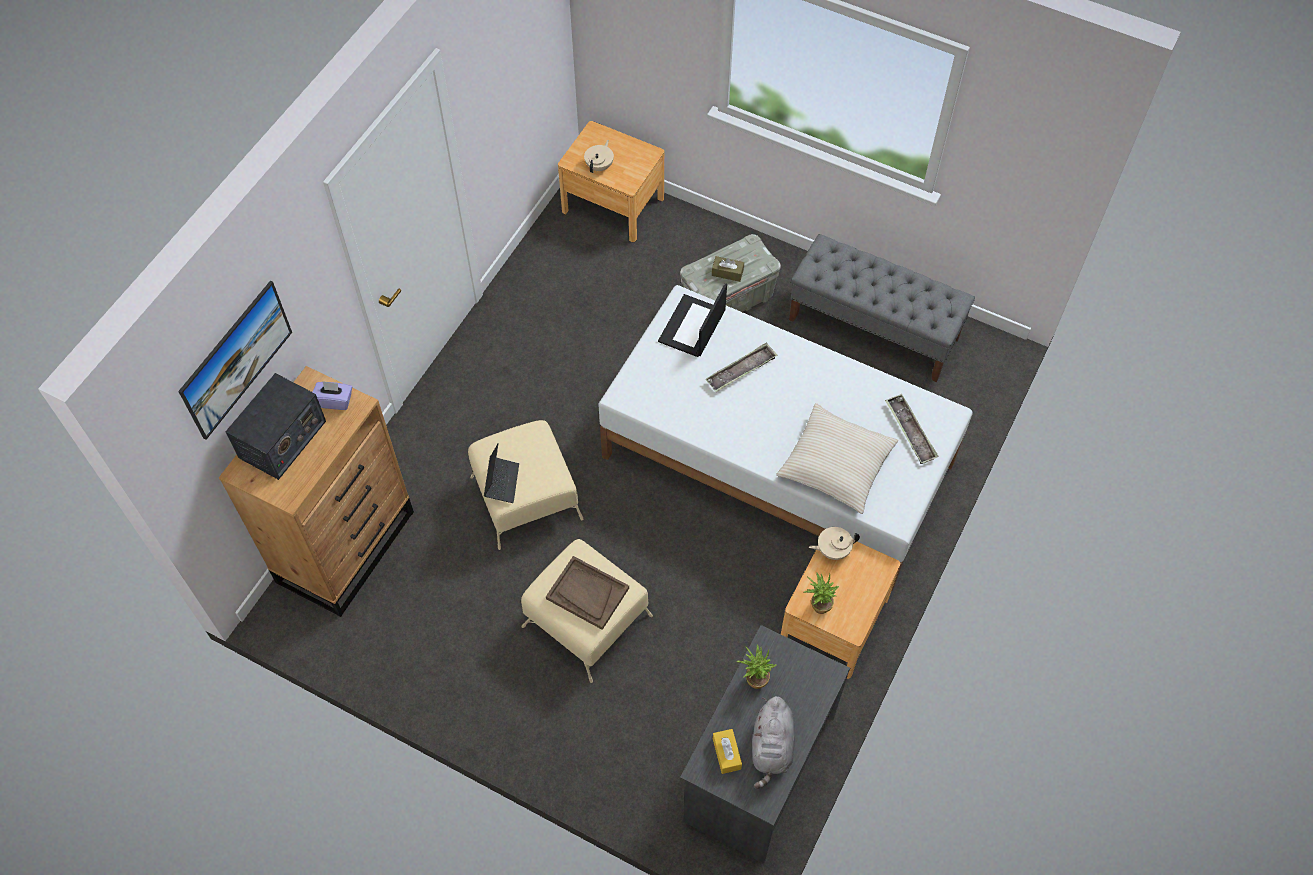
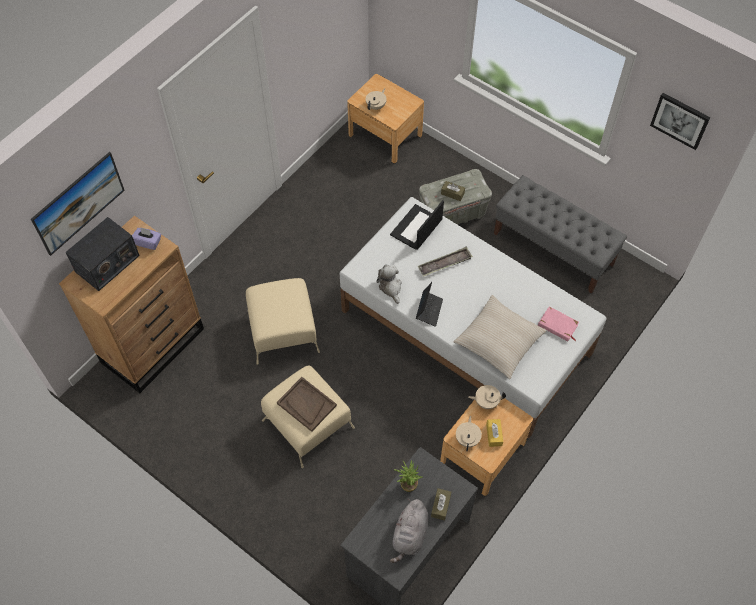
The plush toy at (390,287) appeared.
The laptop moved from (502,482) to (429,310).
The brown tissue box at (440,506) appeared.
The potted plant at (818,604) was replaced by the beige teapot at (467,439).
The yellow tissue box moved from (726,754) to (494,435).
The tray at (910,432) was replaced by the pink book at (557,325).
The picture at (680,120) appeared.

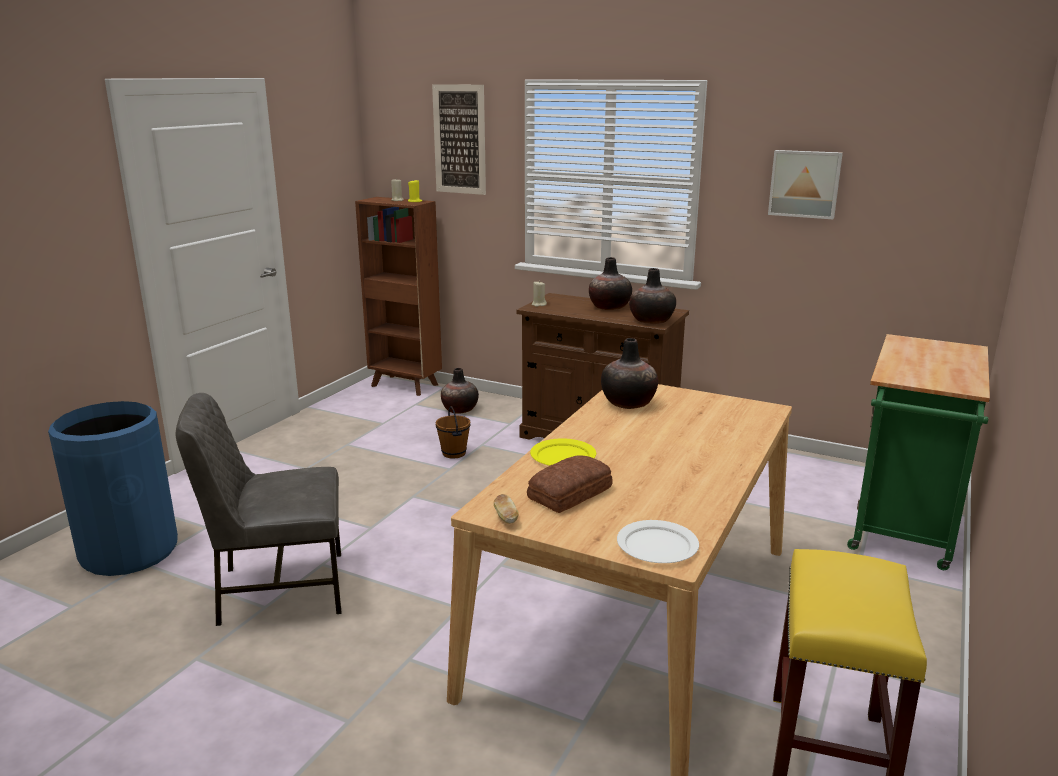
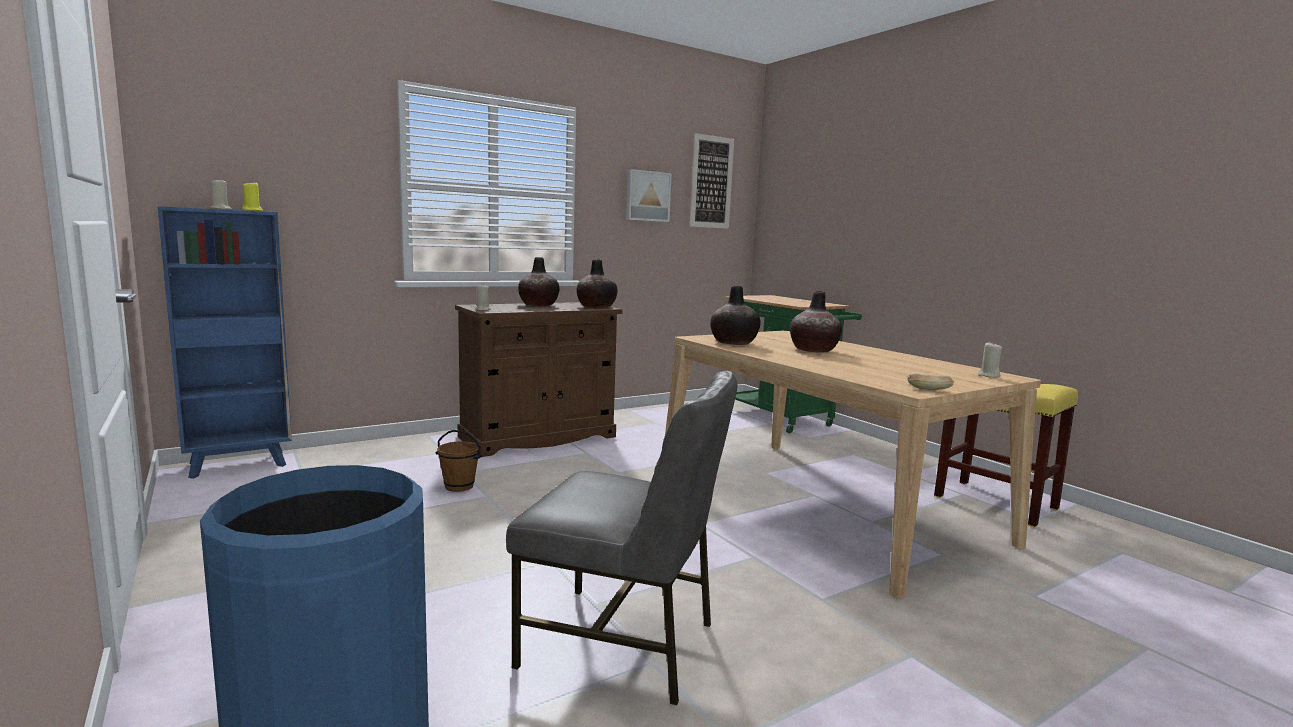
The brown bookcase at (405,386) became the blue bookcase at (240,464).
The grey chair at (279,589) turned 90 degrees counterclockwise.
The picture moved from (459,139) to (711,182).
The vase moved from (459,409) to (813,350).
The white plate at (658,545) was replaced by the beige candle at (988,376).
The bread at (572,493) disappeared.
The yellow plate at (563,456) disappeared.

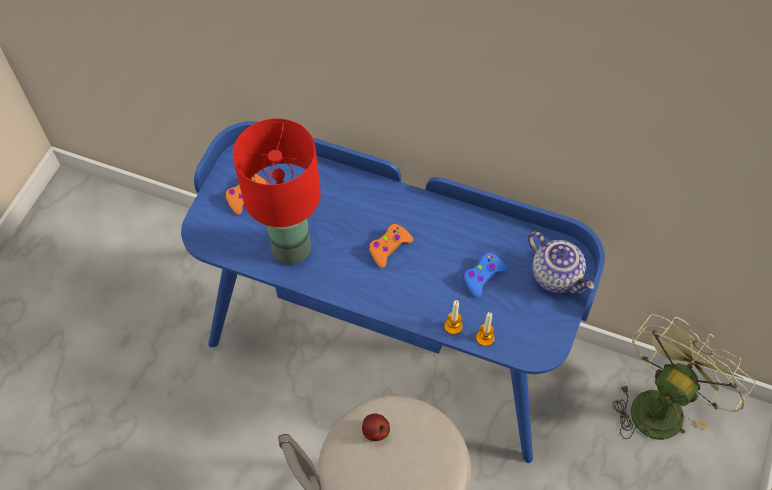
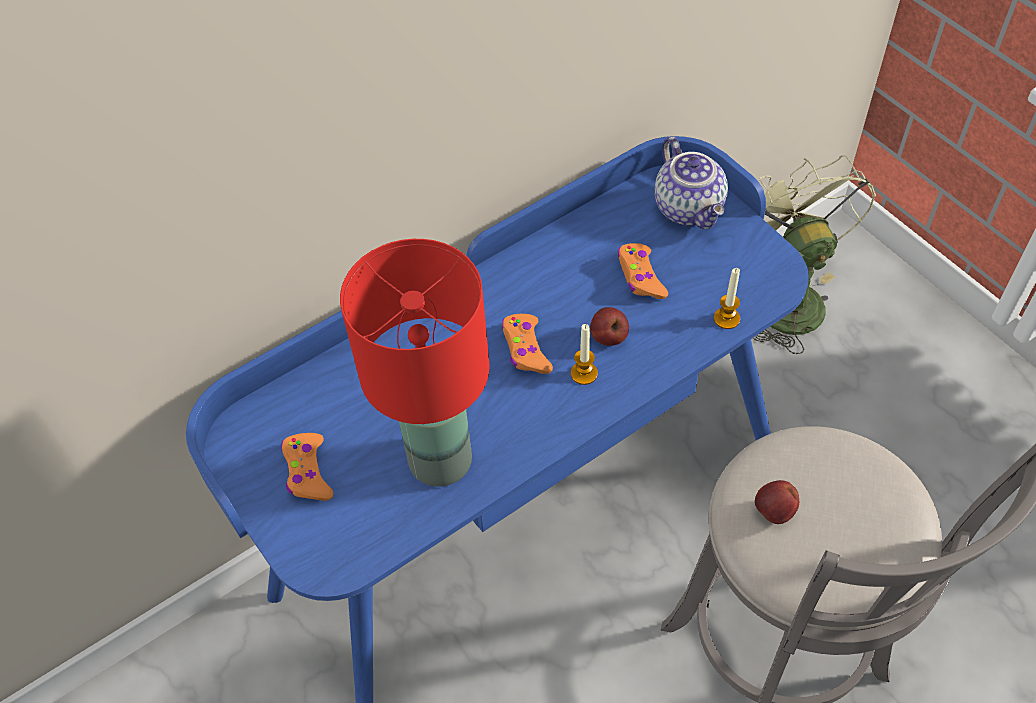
The candle moved from (453,326) to (584,373).
The apple at (608,338) appeared.
The blue game controller at (483,277) became the orange game controller at (640,277).
The teapot at (557,276) turned 75 degrees clockwise.

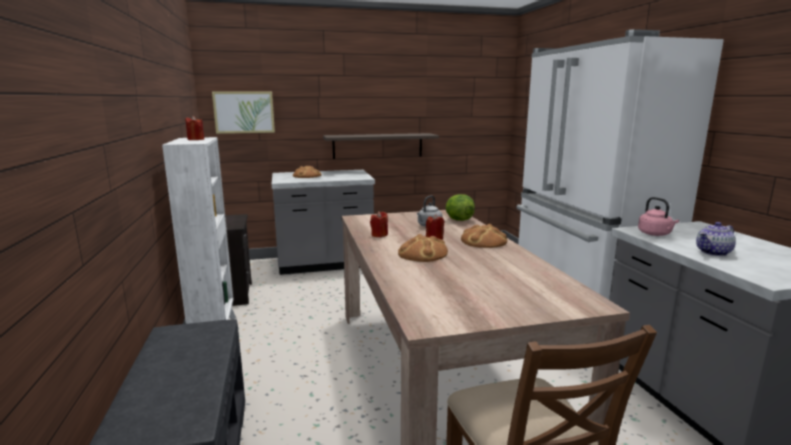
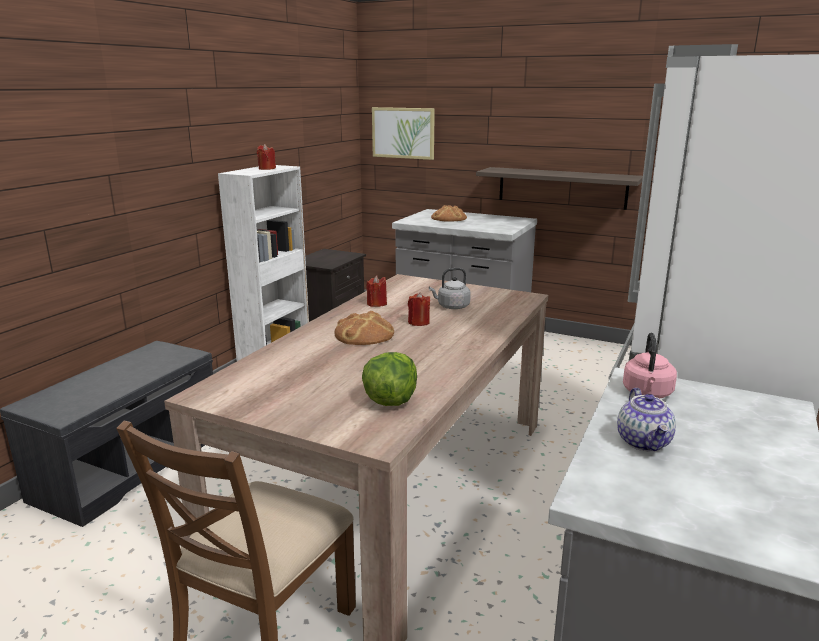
The lettuce moved from (458,220) to (390,400).
The teapot at (713,252) turned 105 degrees counterclockwise.
The bread at (484,241) disappeared.

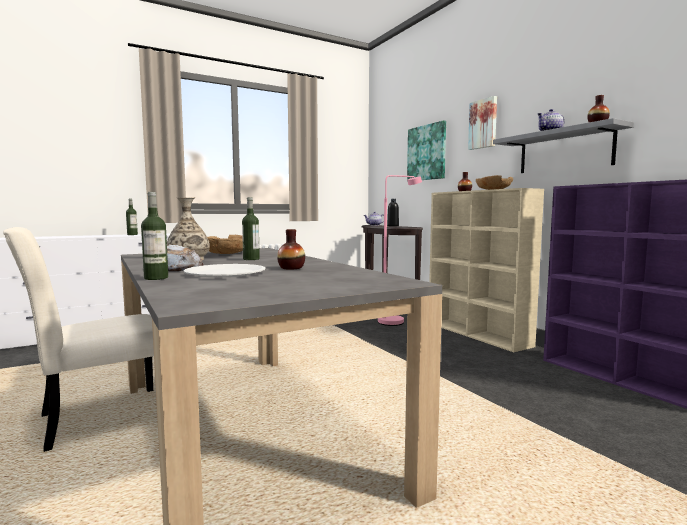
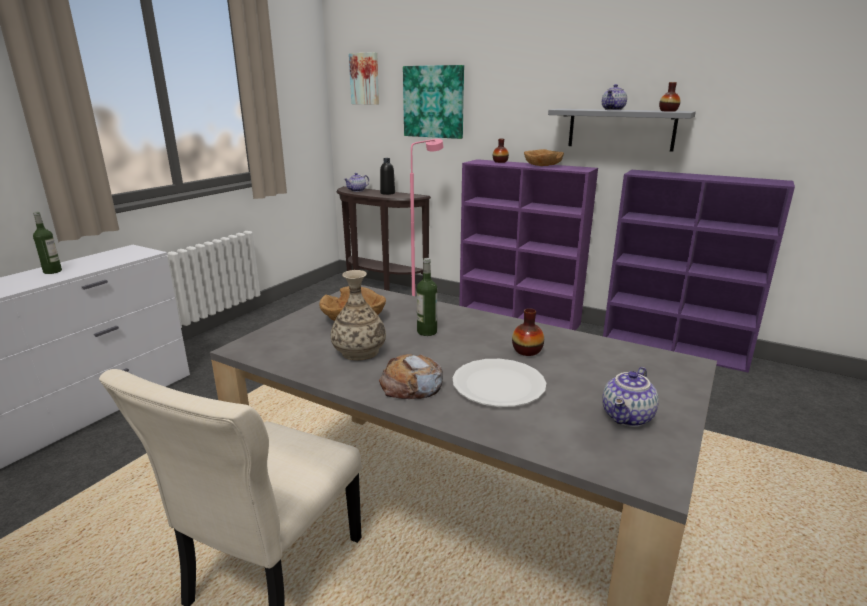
The picture moved from (483,124) to (365,79).
The beige bookcase at (477,334) became the purple bookcase at (519,317).
The teapot at (628,418) appeared.
The bottle at (156,278) disappeared.

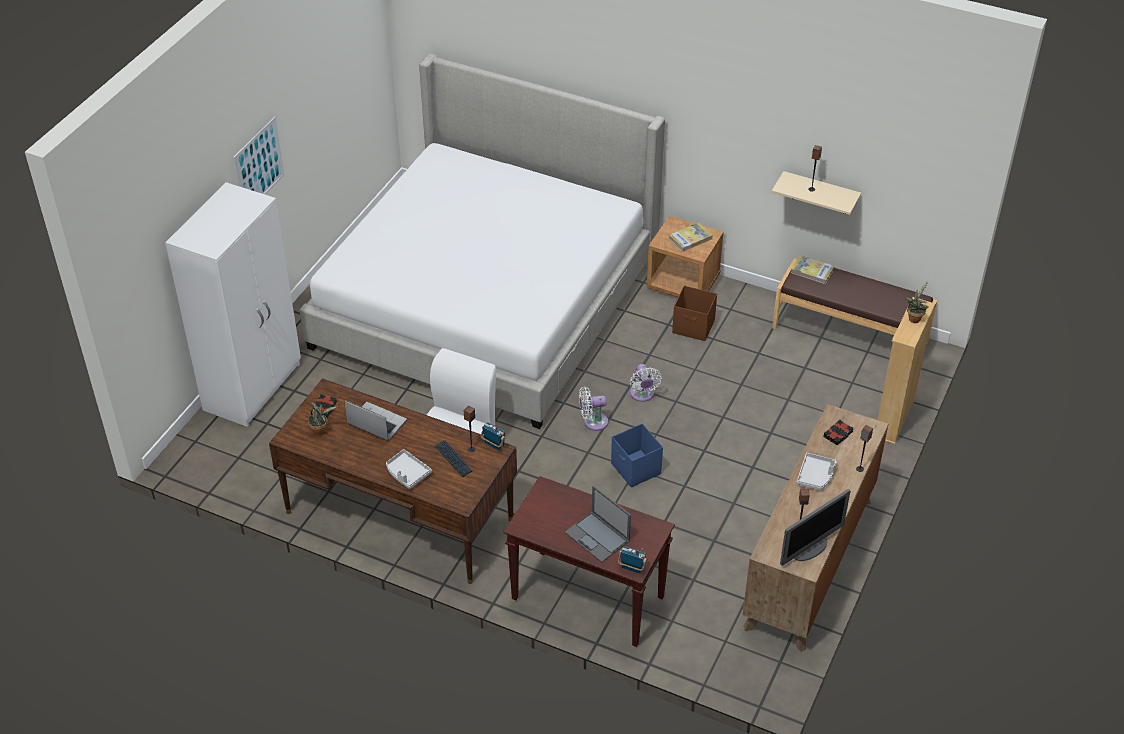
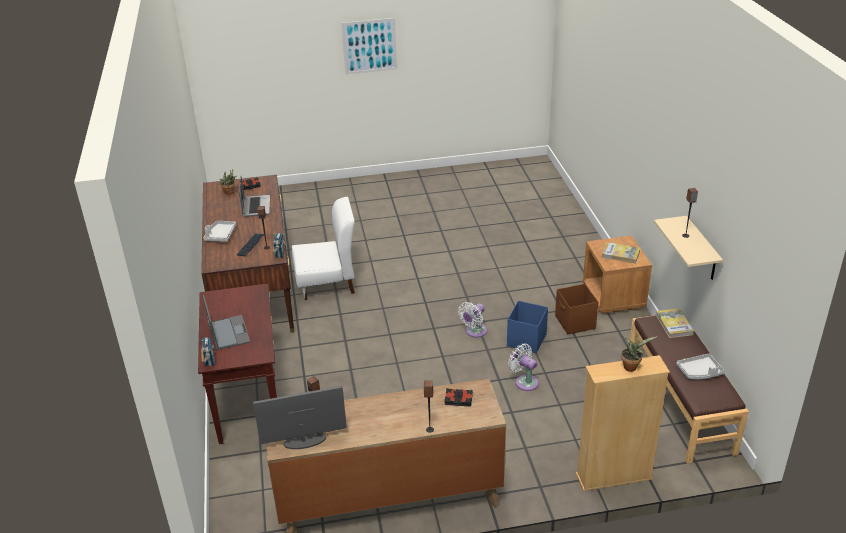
The laptop at (598,537) turned 150 degrees clockwise.
The monitor at (811,549) turned 150 degrees clockwise.
The blue storage box moved from (636,469) to (526,340).
The white fan moved from (593,422) to (524,381).
The grey tray moved from (816,476) to (699,372).
The white wardrobe at (254,387) disappeared.
The bed at (486,302) disappeared.

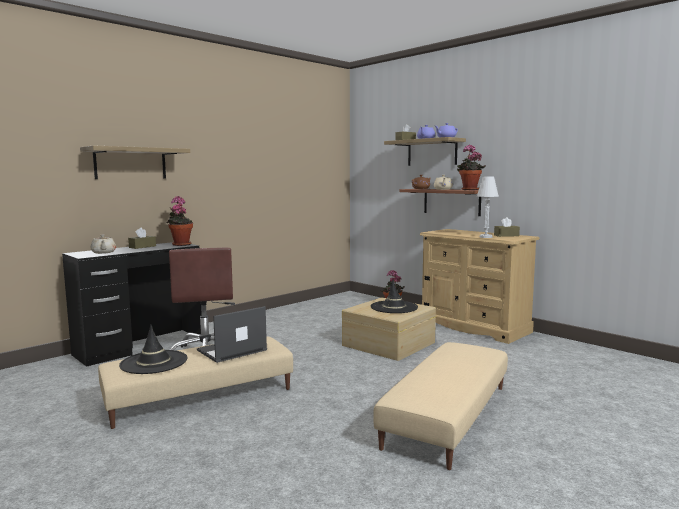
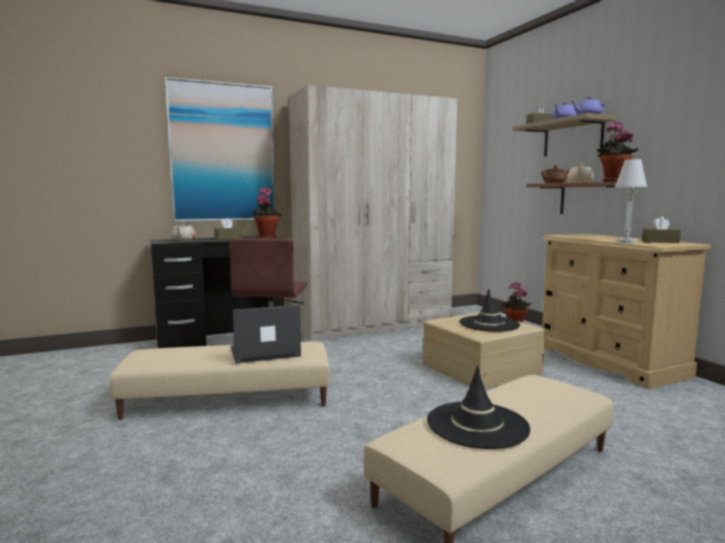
The shelf at (130,163) was replaced by the picture at (223,153).
The beige wardrobe at (373,324) appeared.
The black hat moved from (154,362) to (477,425).

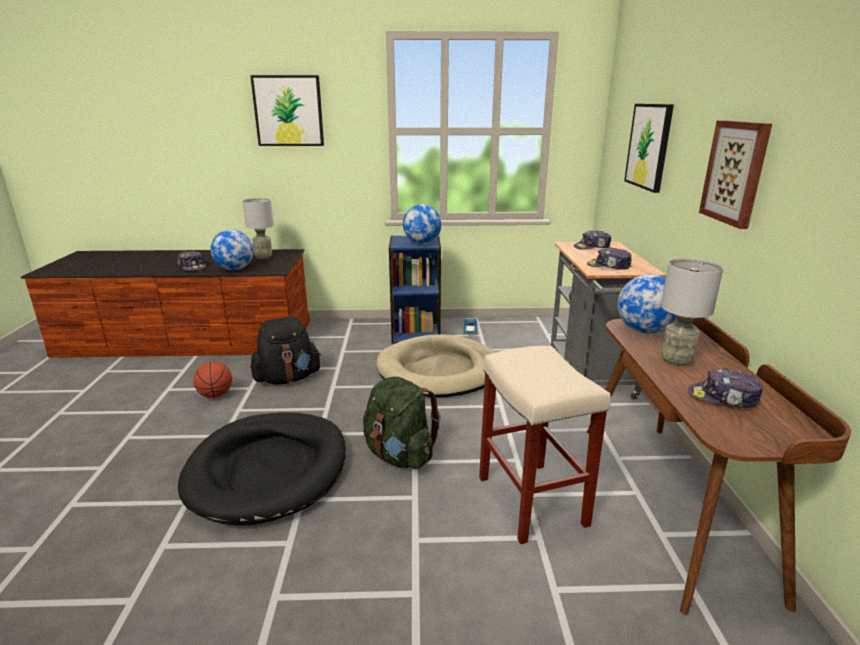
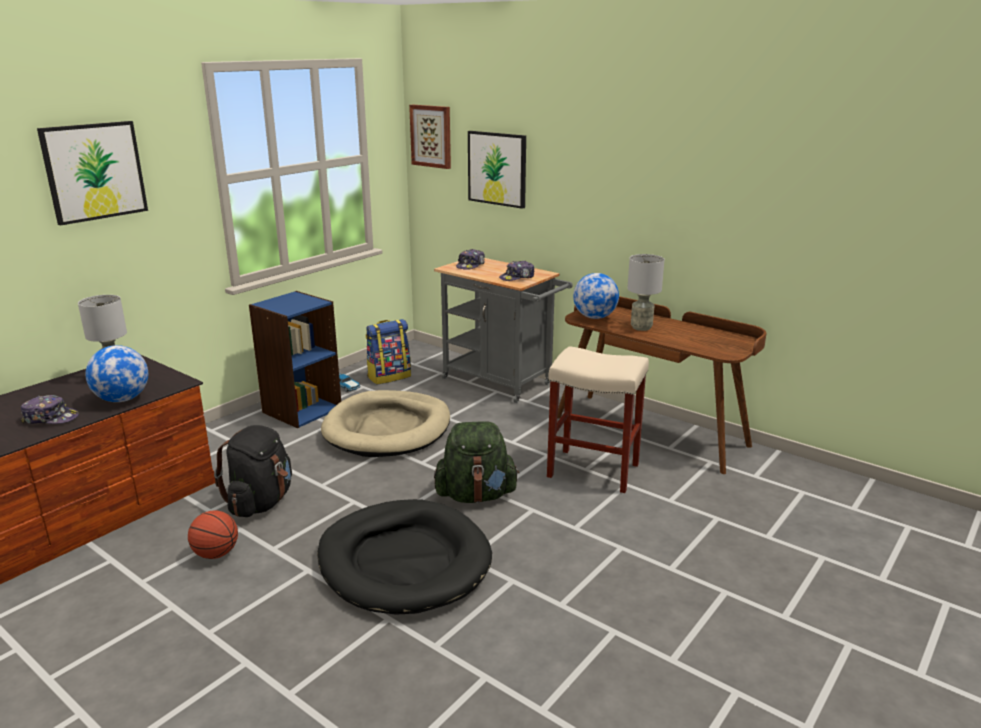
The backpack at (389,376) appeared.
The picture moved from (735,172) to (431,136).
The globe at (422,243) disappeared.
The cap at (723,398) disappeared.

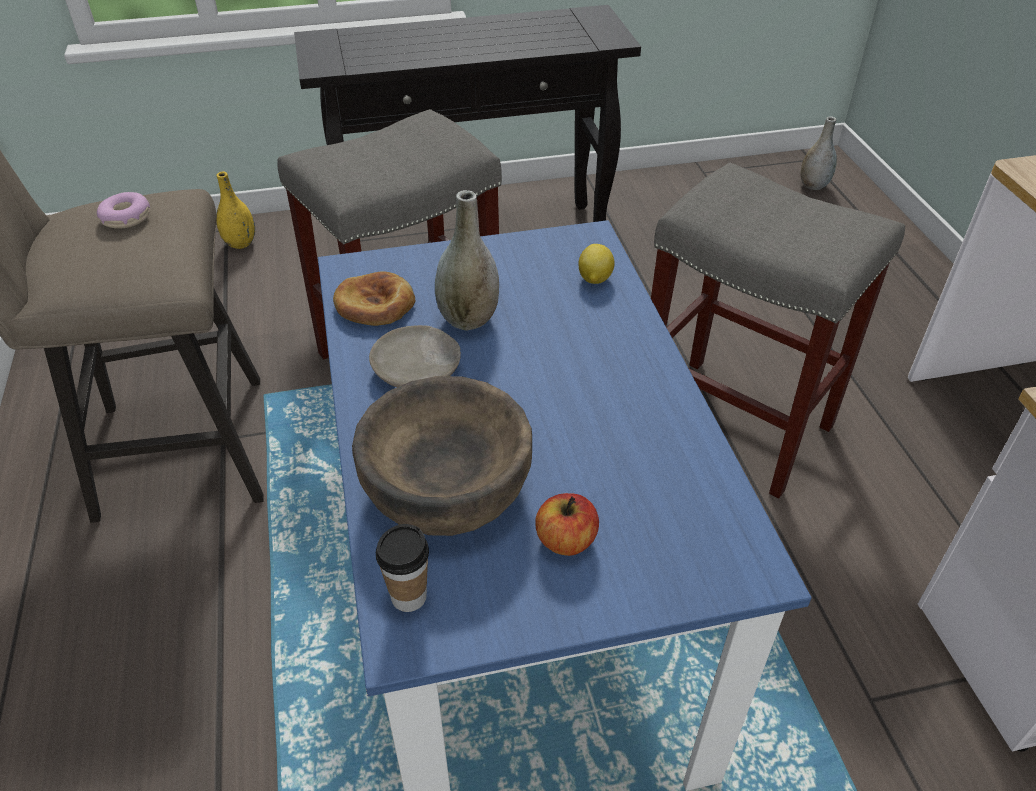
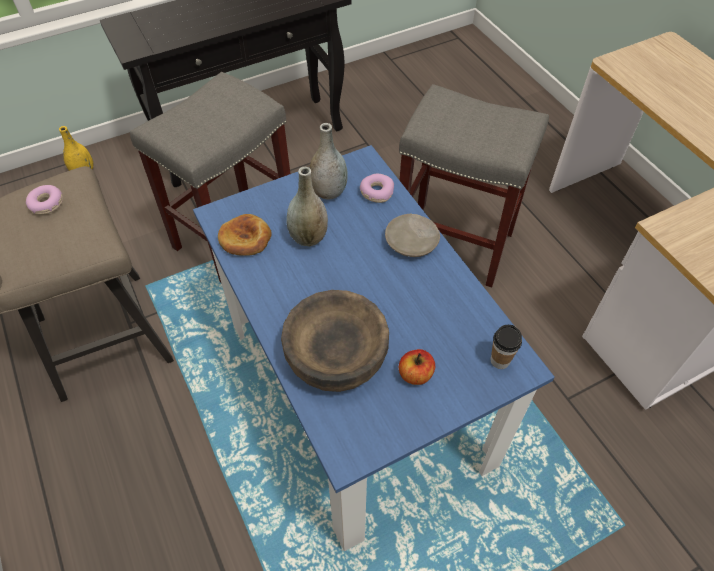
The grey vase moved from (813,185) to (329,192).
The lemon at (594,279) was replaced by the donut at (376,192).
The beige plate moved from (417,369) to (412,241).
The cup moved from (409,597) to (500,361).

